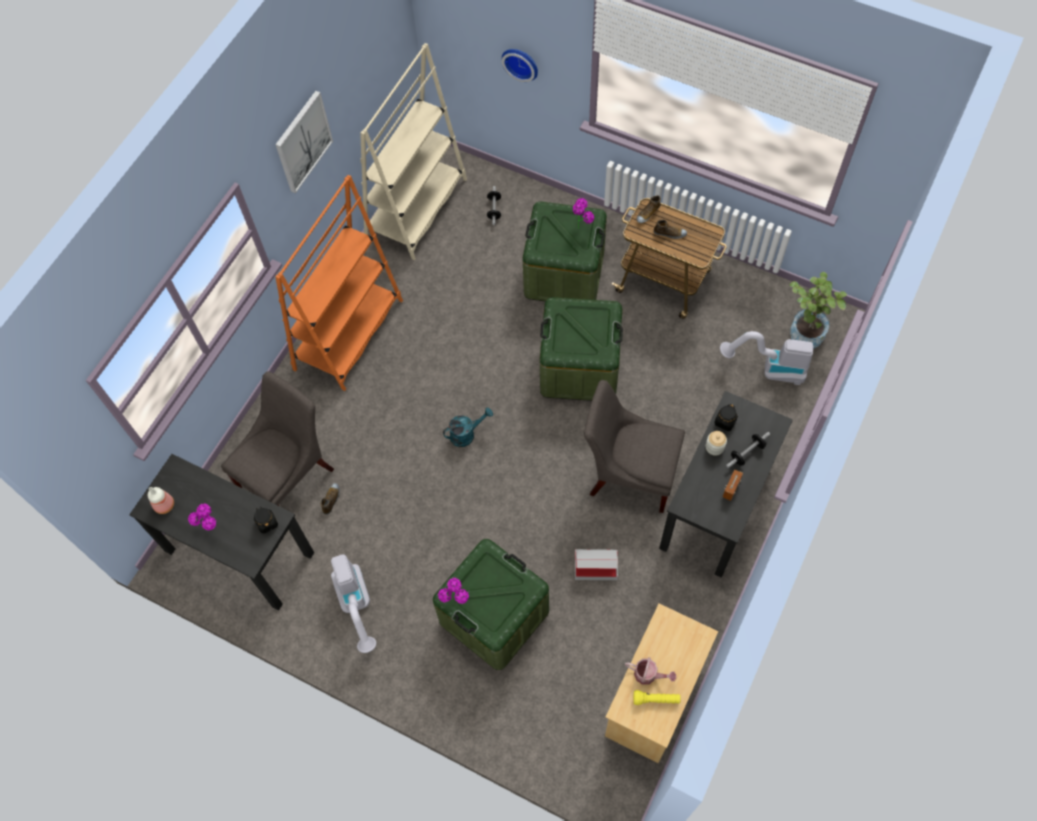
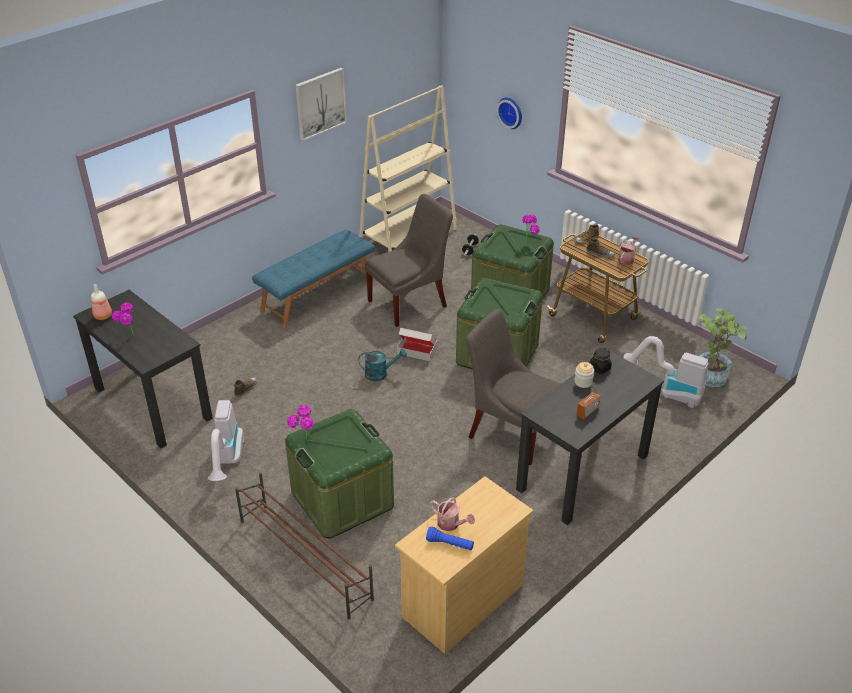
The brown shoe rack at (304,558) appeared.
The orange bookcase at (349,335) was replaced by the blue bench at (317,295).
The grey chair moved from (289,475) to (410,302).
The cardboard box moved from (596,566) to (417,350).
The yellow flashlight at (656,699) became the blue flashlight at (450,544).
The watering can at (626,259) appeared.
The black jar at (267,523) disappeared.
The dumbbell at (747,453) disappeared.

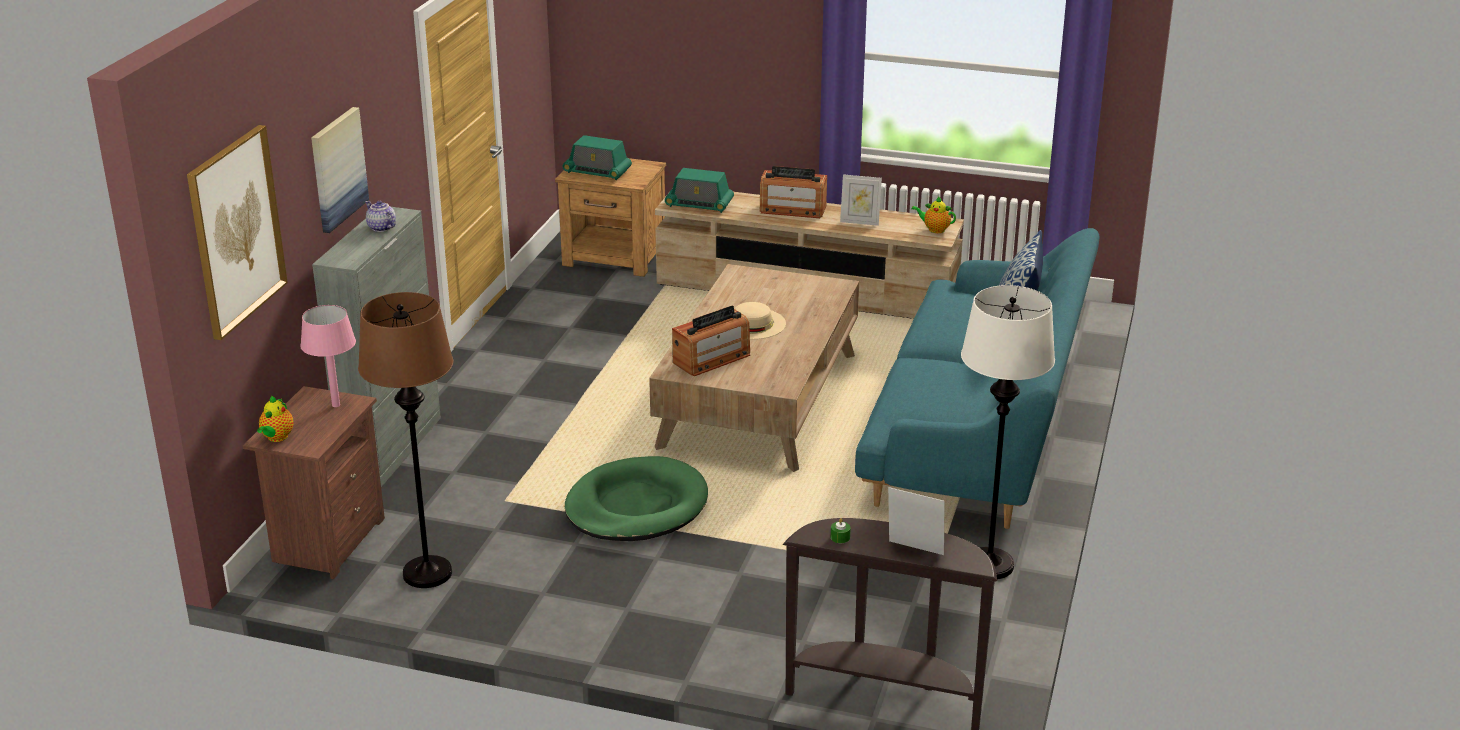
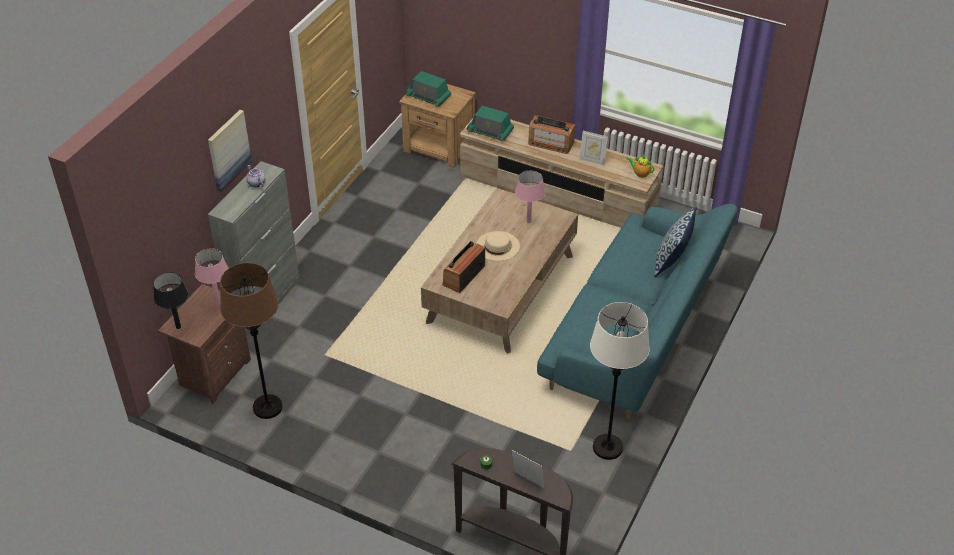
The teapot at (276,438) was replaced by the black table lamp at (178,327).
The radio at (711,359) turned 150 degrees clockwise.
The pink table lamp at (529,221) appeared.
The picture at (236,231) disappeared.
The green dog bed at (636,506) disappeared.

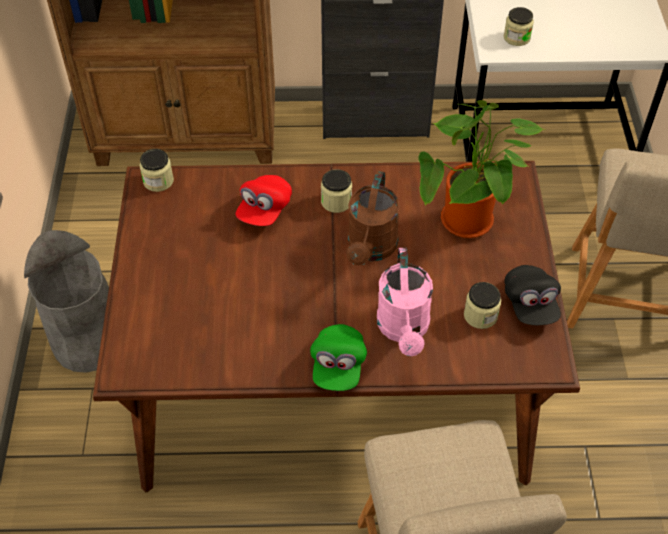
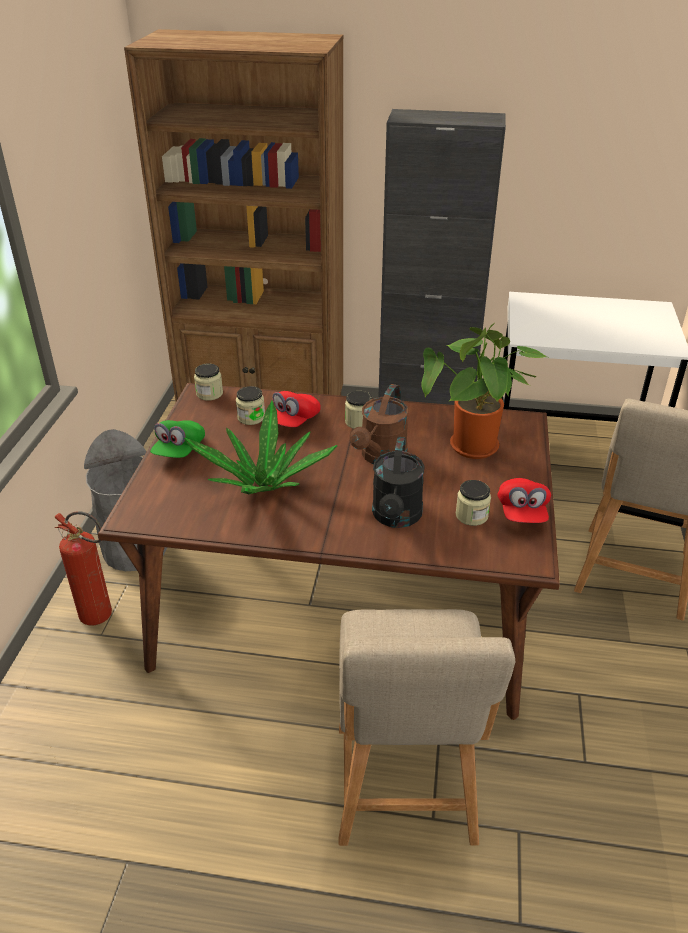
The fire extinguisher at (102,617) appeared.
The green cap moved from (338,366) to (179,450).
The potted plant at (263,485) appeared.
The jar moved from (516,38) to (251,417).
The pink watering can at (404,329) became the black watering can at (396,518).
The black cap at (530,304) became the red cap at (521,513).

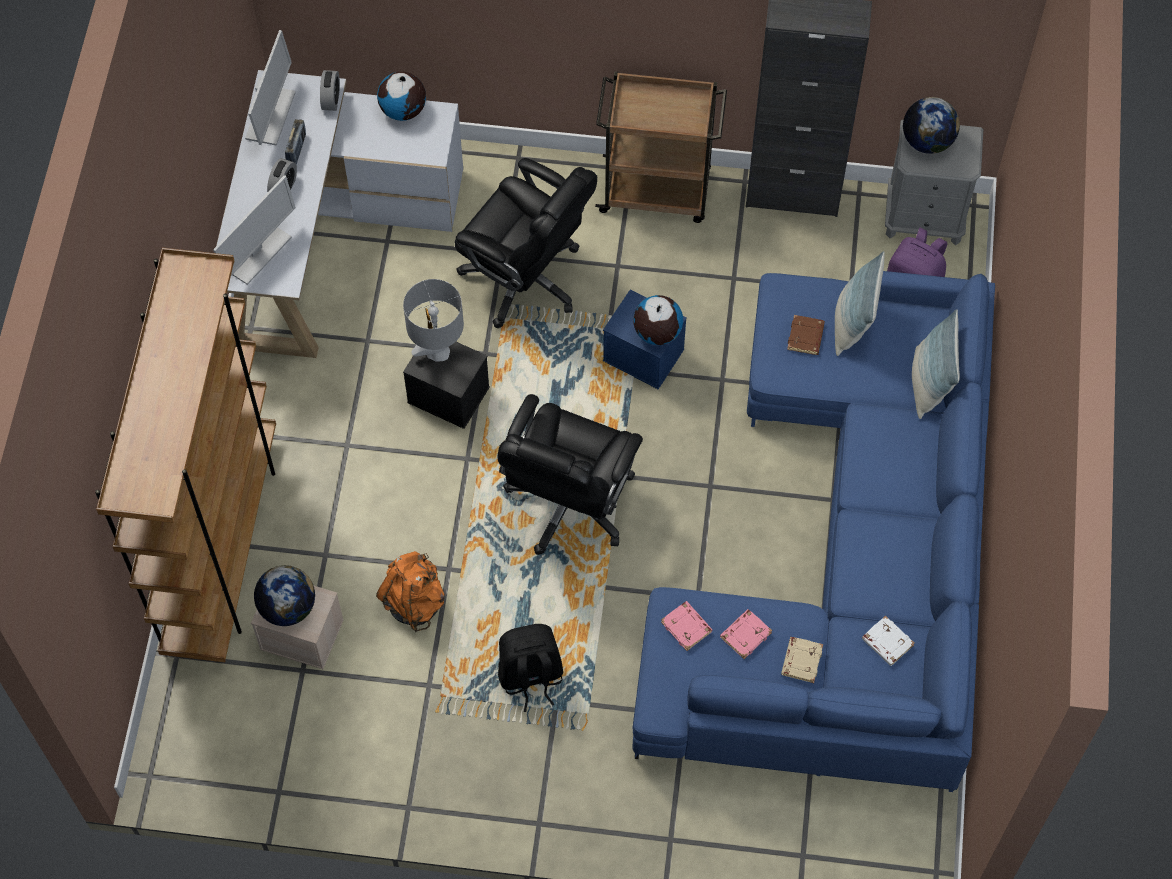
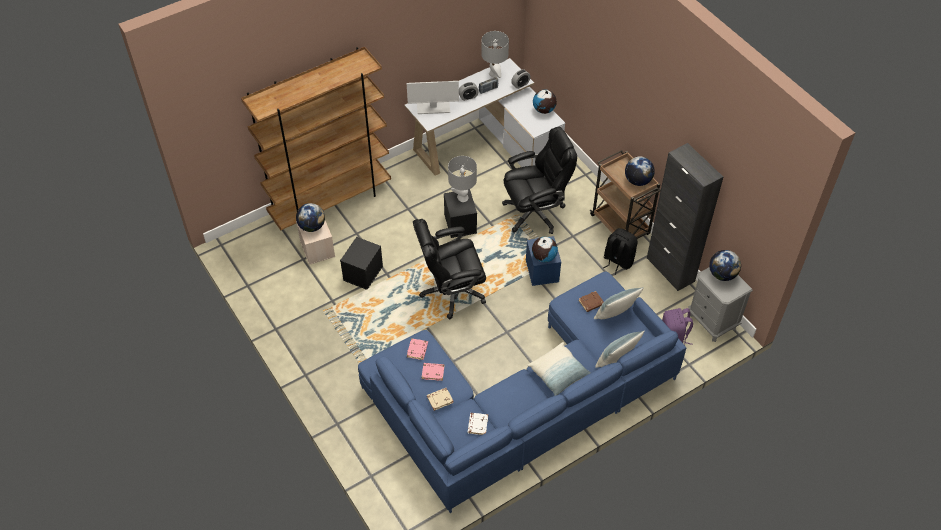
The orange backpack at (414,601) was replaced by the black storage box at (363,272).
The monitor at (271,116) was replaced by the grey table lamp at (494,74).
The black office chair at (525,279) turned 105 degrees counterclockwise.
The pillow at (558,374) appeared.
The black backpack moved from (530,677) to (617,261).
The globe at (637,181) appeared.

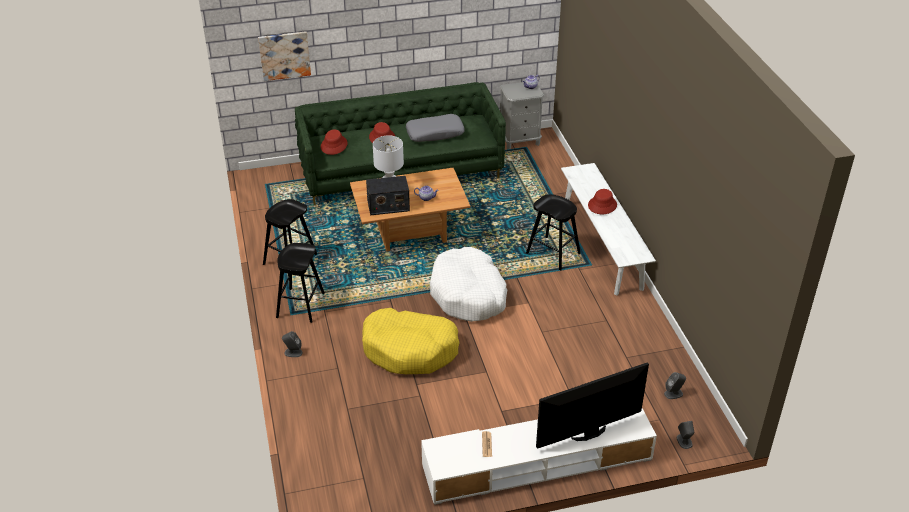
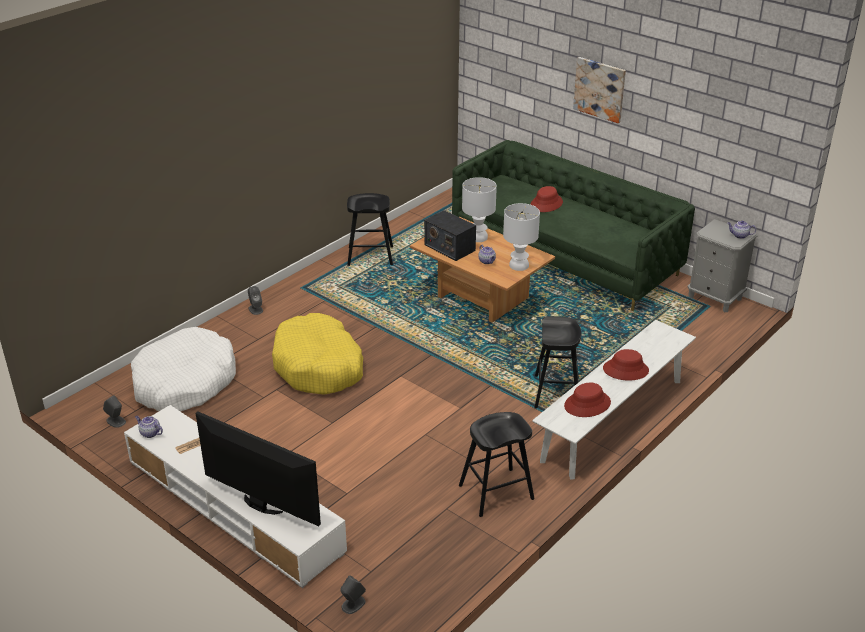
The grey speaker moved from (673,393) to (116,421).
The white dog bed moved from (468,294) to (184,382).
The teapot at (150,433) appeared.
The black stool moved from (300,305) to (496,492).
The white table lamp at (519,265) appeared.
The red hat moved from (334,145) to (587,404).
The picture moved from (284,55) to (600,89).
The grey pillow at (435,133) disappeared.

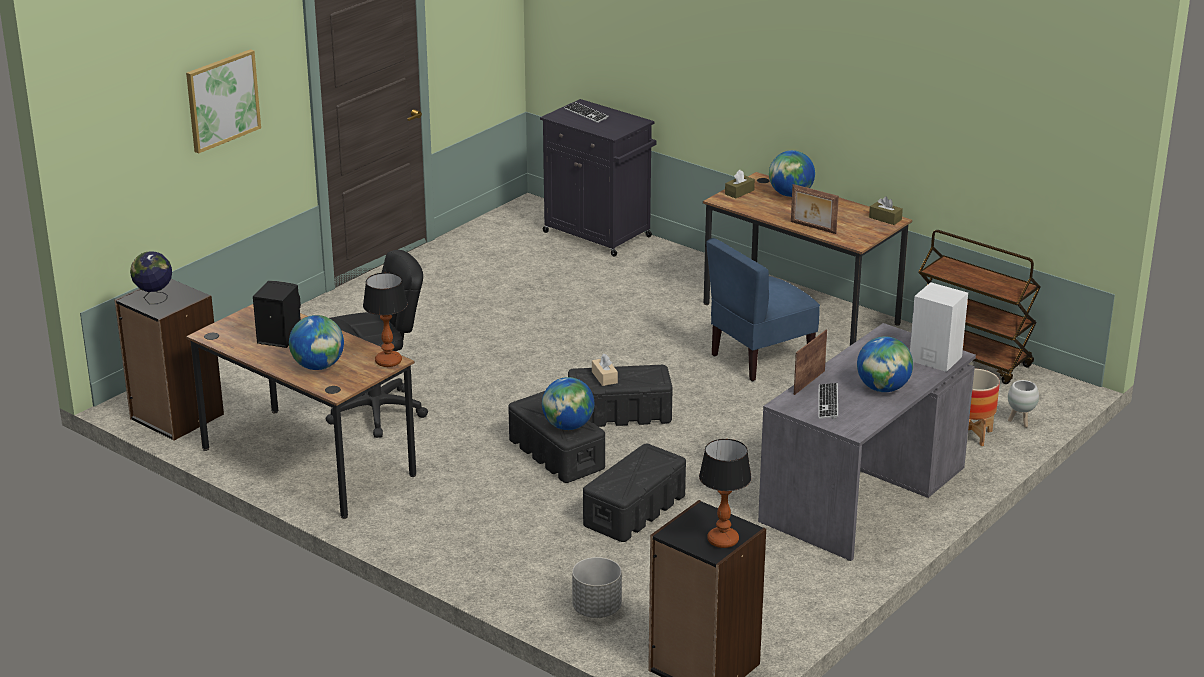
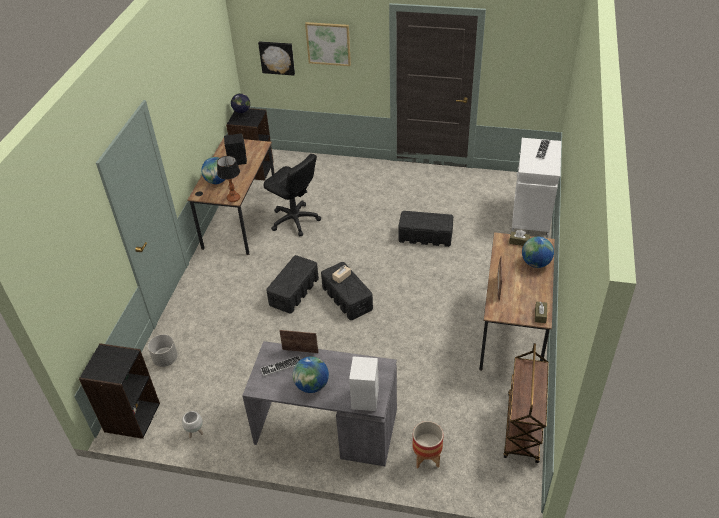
The white planter moved from (1020,422) to (195,433).
The picture at (277,57) appeared.
The black storage box moved from (635,510) to (425,236).
The black cabinet at (599,235) became the white cabinet at (530,217).
The globe at (568,426) disappeared.
The table lamp at (723,541) disappeared.
The blue chair at (760,358) disappeared.

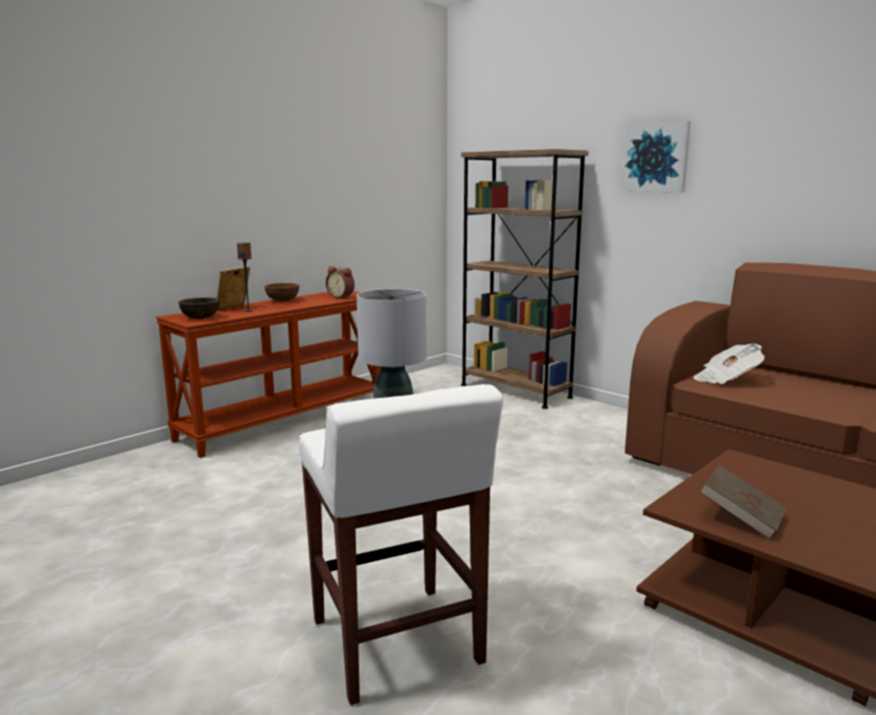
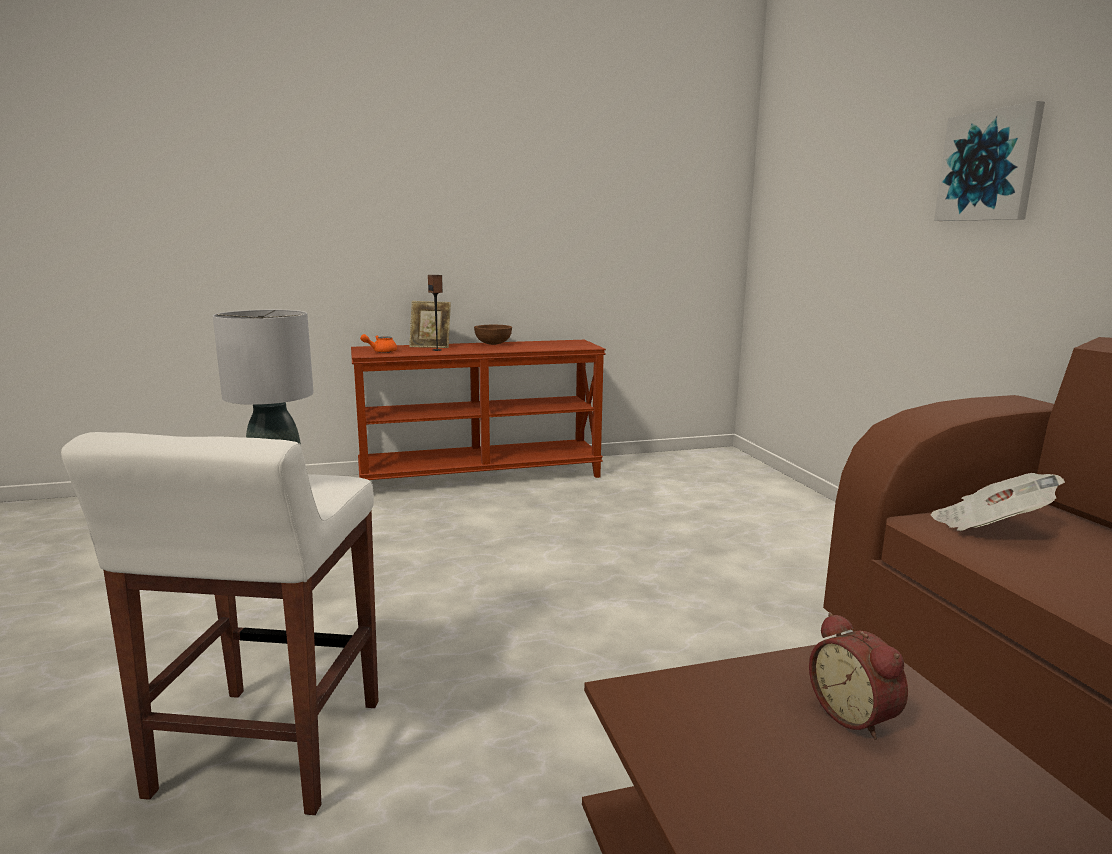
The brown bowl at (200,318) was replaced by the orange teapot at (381,351).
The picture frame at (234,308) turned 150 degrees counterclockwise.
The alarm clock moved from (341,297) to (855,715).
The brown bookcase at (515,391) disappeared.
The brown book at (741,518) disappeared.

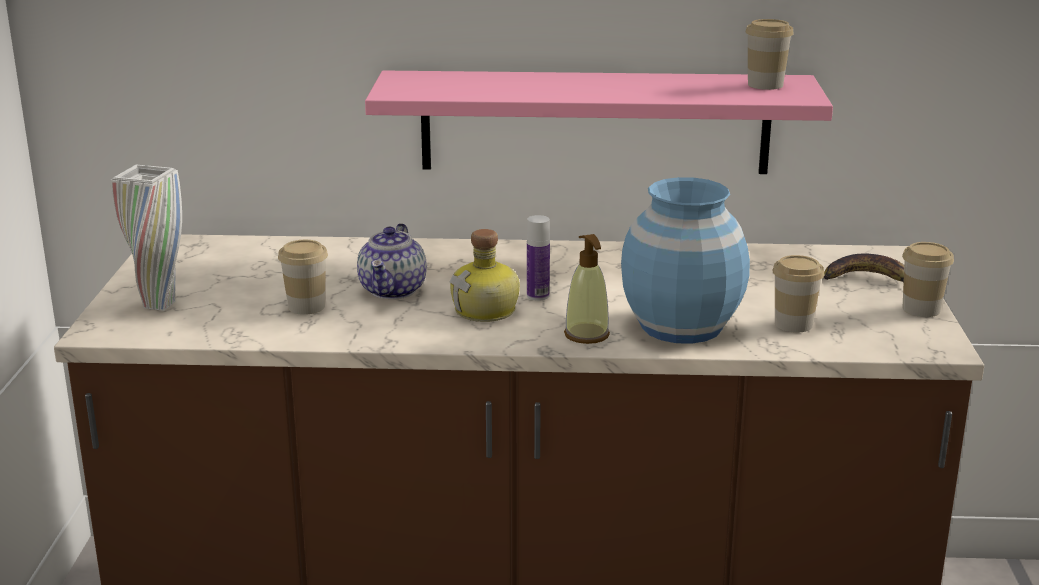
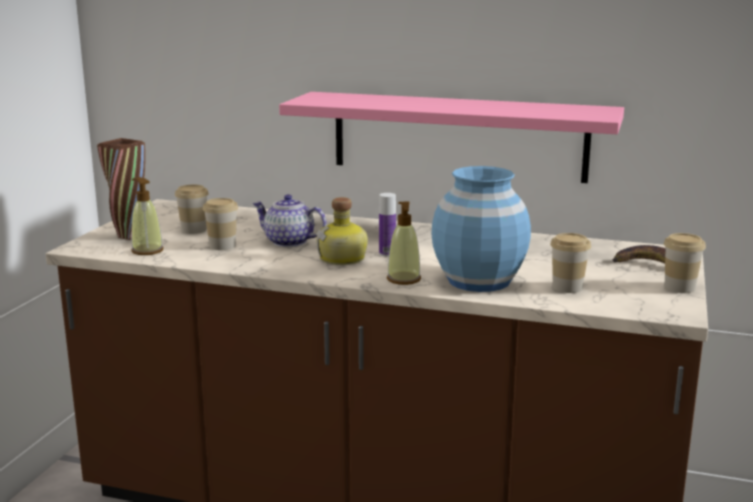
The white vase at (159,305) became the brown vase at (129,236).
The soap dispenser at (147,250) appeared.
The cup moved from (765,85) to (194,230).
The teapot at (393,290) turned 90 degrees clockwise.

